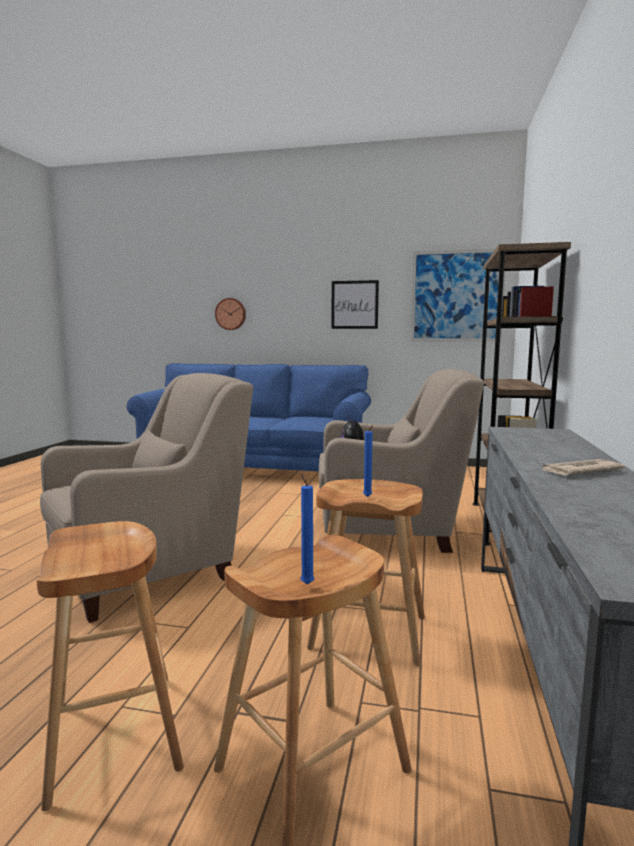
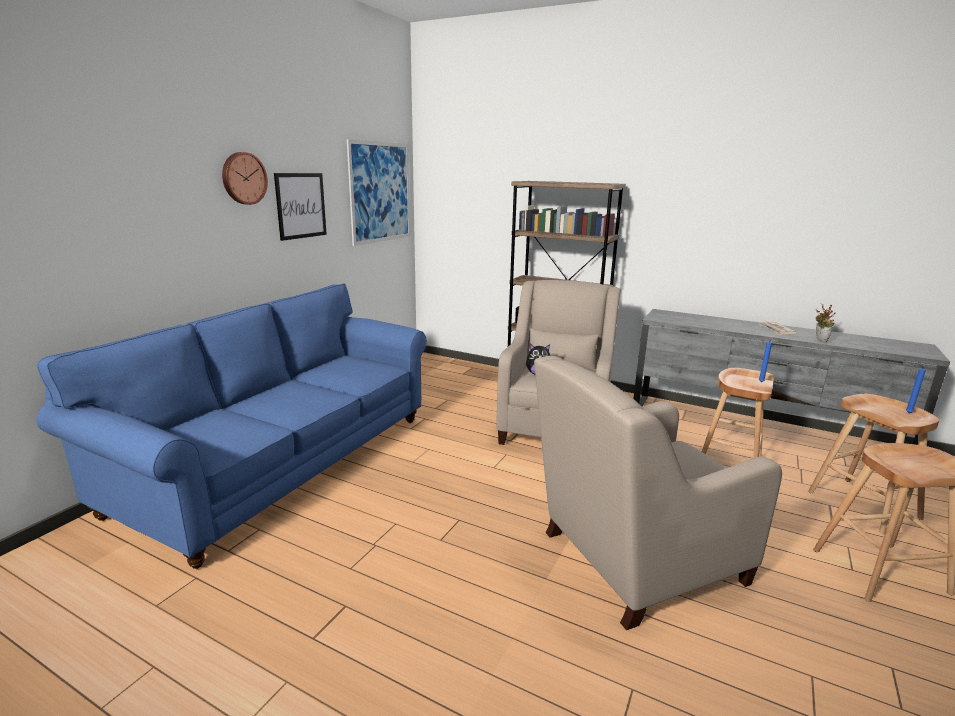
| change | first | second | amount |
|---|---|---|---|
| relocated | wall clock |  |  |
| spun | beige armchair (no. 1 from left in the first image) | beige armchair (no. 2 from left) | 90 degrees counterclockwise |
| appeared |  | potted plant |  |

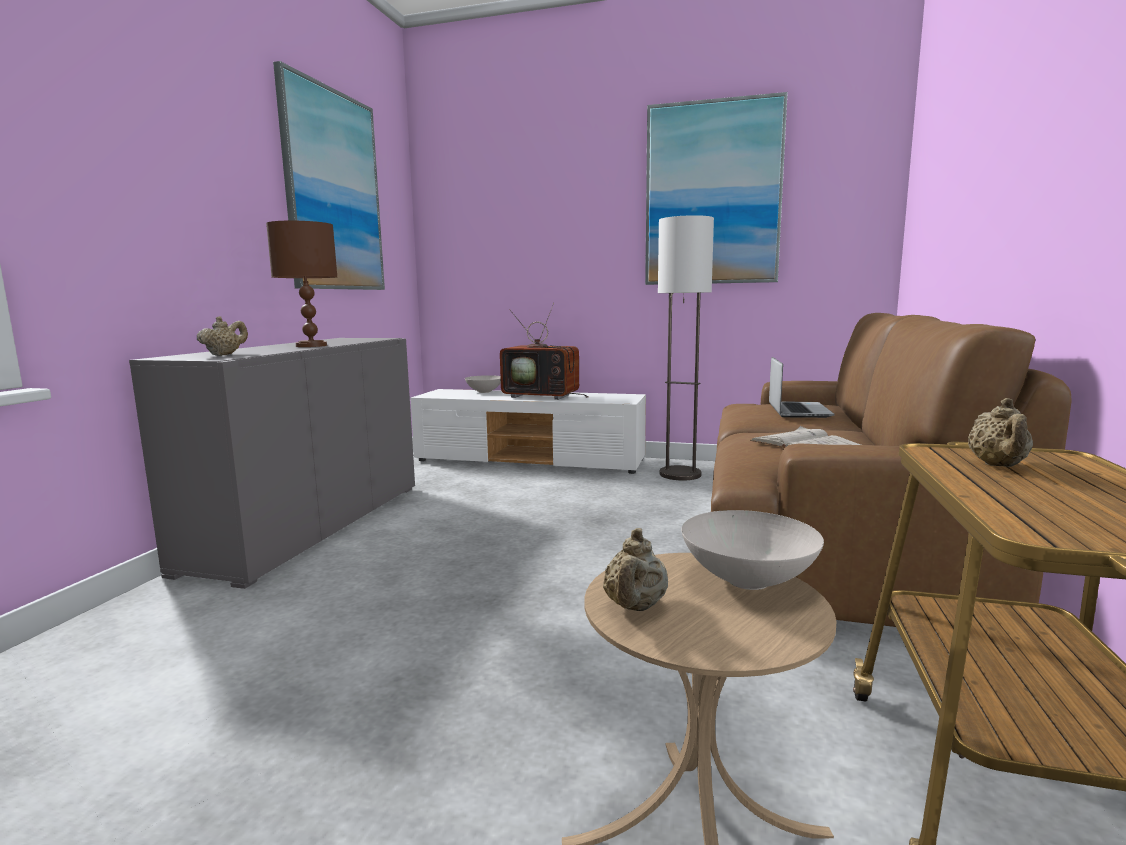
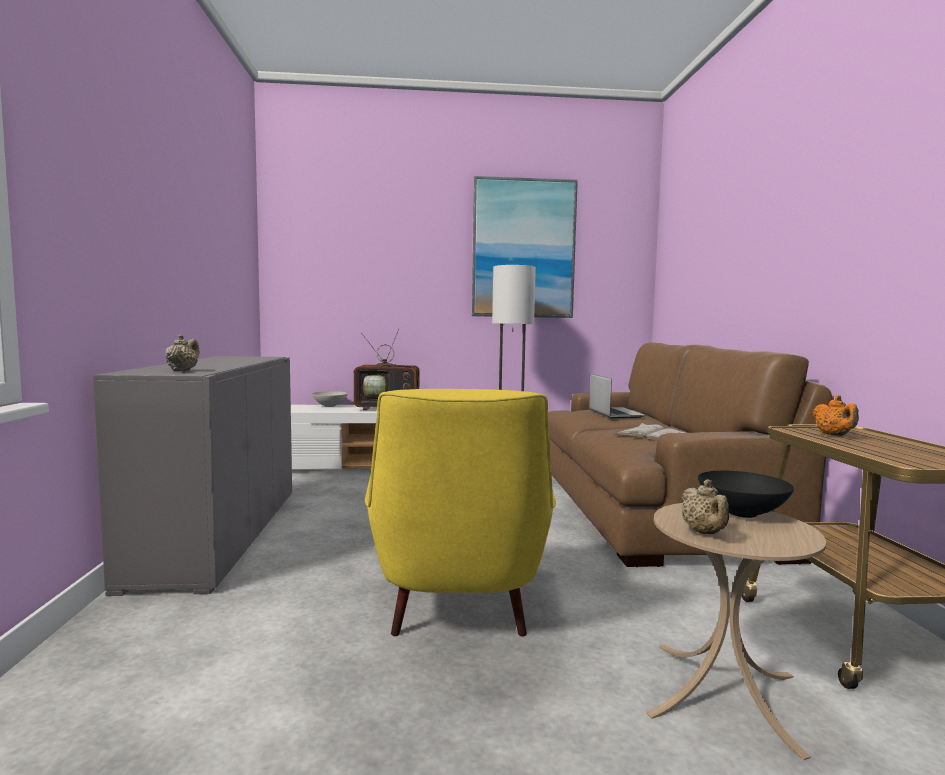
| change | first | second | amount |
|---|---|---|---|
| appeared |  | yellow armchair |  |
| colour | white bowl (no. 2 from left) | black bowl |  |
| colour | beige teapot (no. 3 from left) | orange teapot |  |
| missing | brown table lamp |  |  |
| missing | picture (no. 1 from left) |  |  |

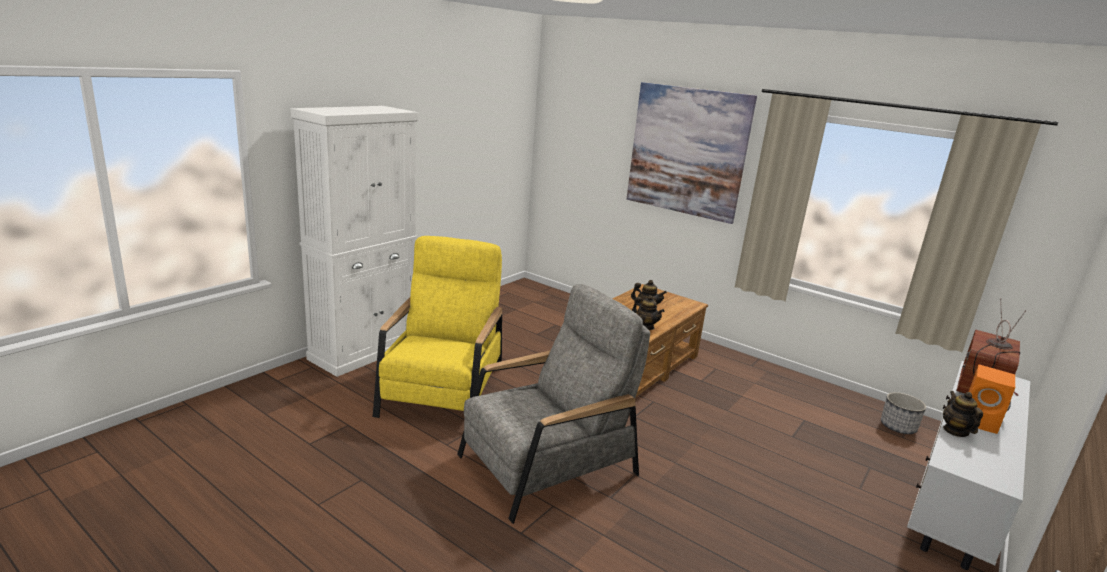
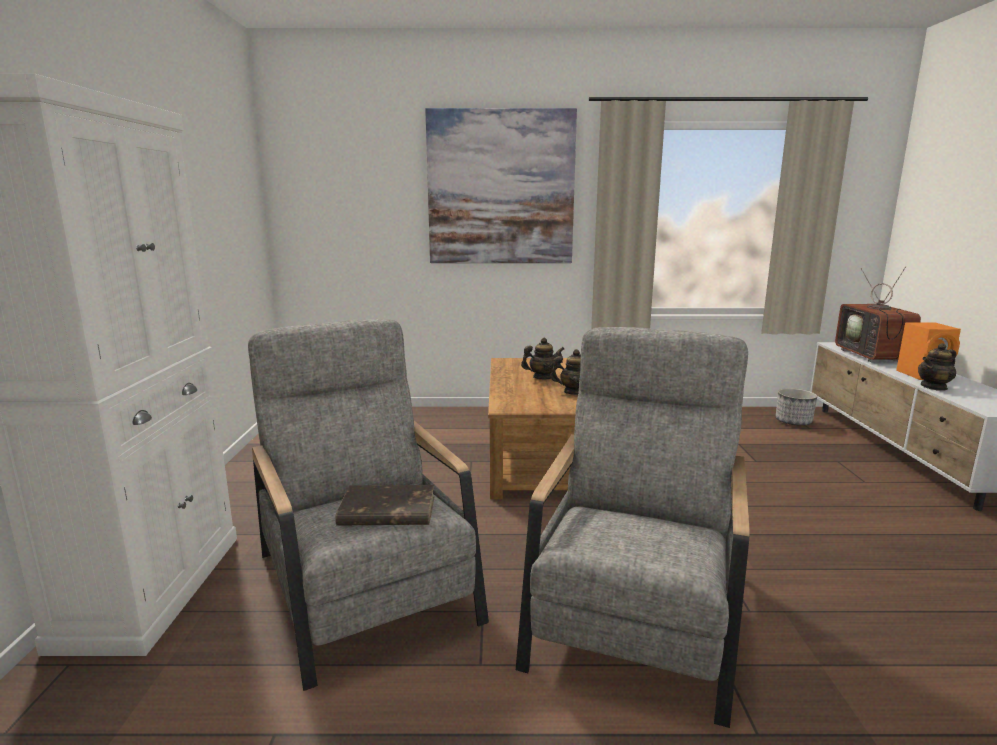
| change | first | second | amount |
|---|---|---|---|
| colour | yellow armchair | grey armchair (no. 1 from left) |  |
| appeared |  | brown book |  |
| spun | teapot (no. 3 from left) |  | 75 degrees counterclockwise |

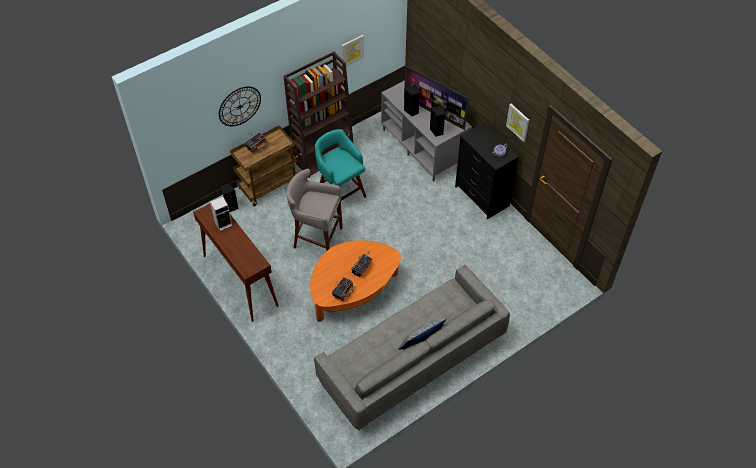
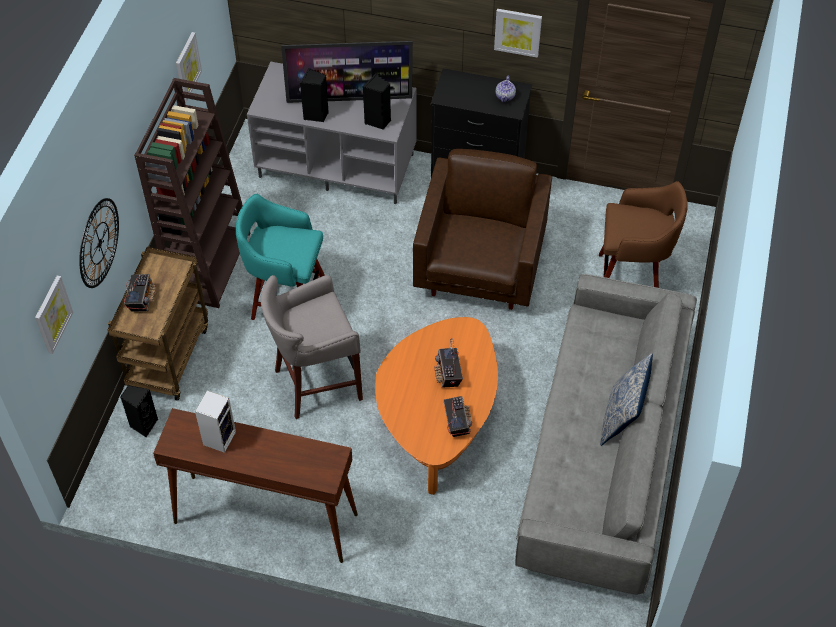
| change | first | second | amount |
|---|---|---|---|
| appeared |  | picture (no. 1 from left) |  |
| appeared |  | brown armchair |  |
| appeared |  | brown stool |  |

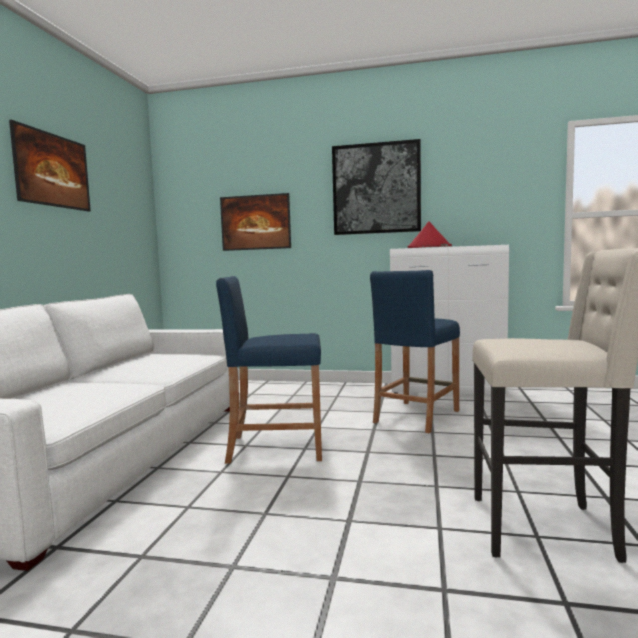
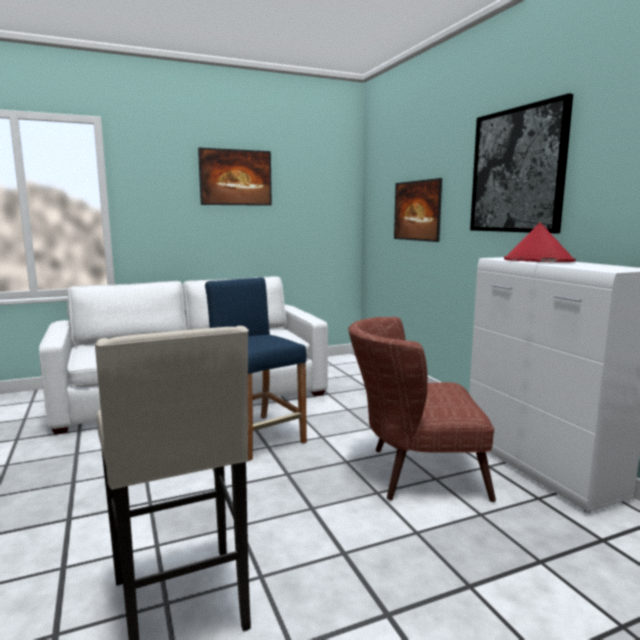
| change | first | second | amount |
|---|---|---|---|
| exchanged | blue stool (no. 2 from left) | brown armchair |  |

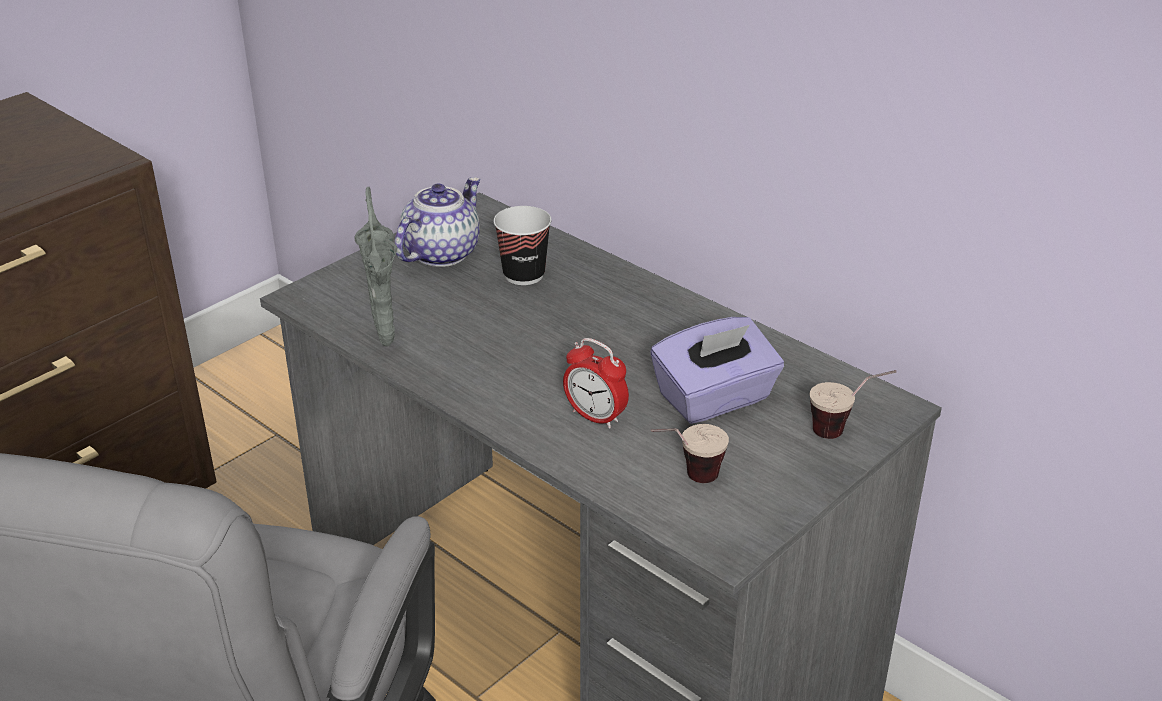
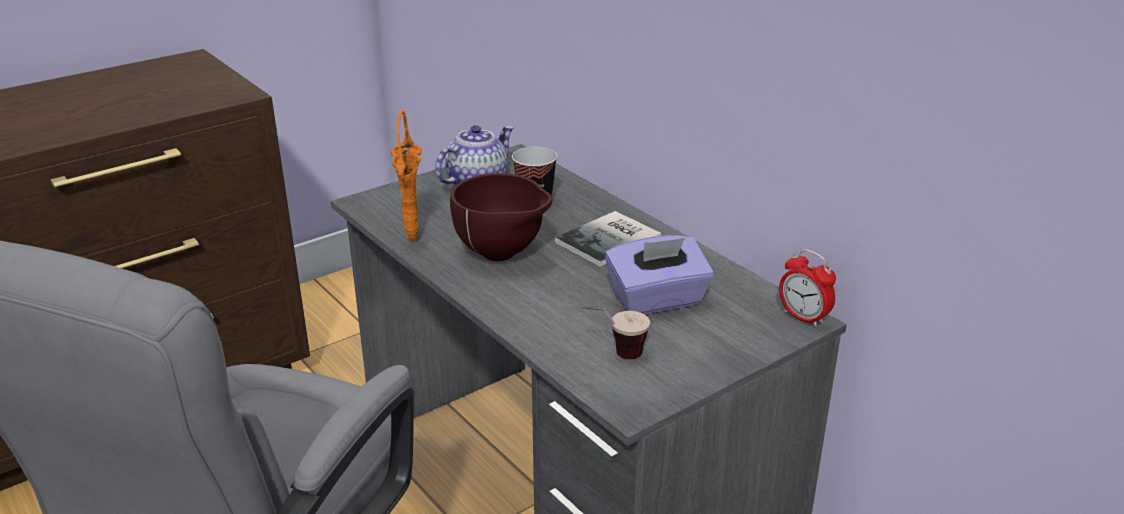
| change | first | second | amount |
|---|---|---|---|
| colour | grey vase | orange vase |  |
| appeared |  | brown bowl |  |
| appeared |  | book |  |
| relocated | alarm clock |  |  |
| missing | cup (no. 3 from left) |  |  |

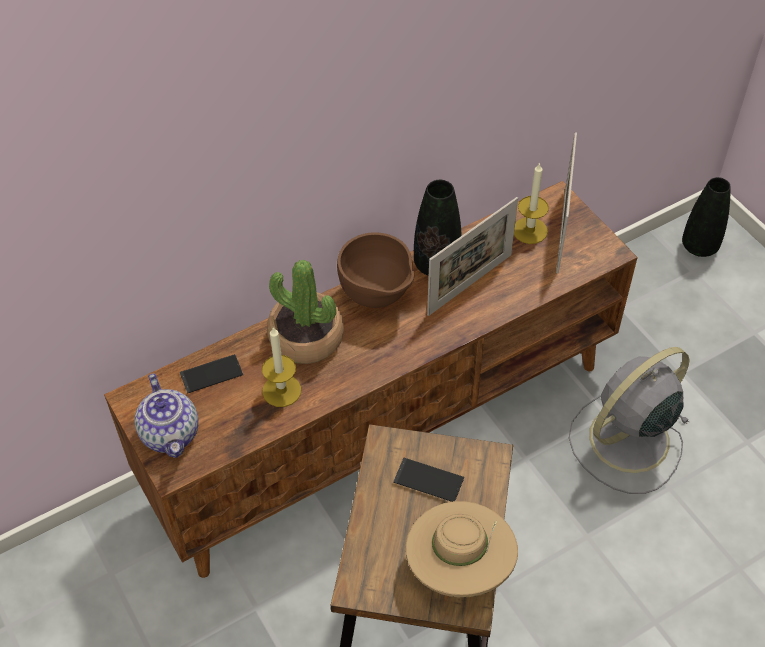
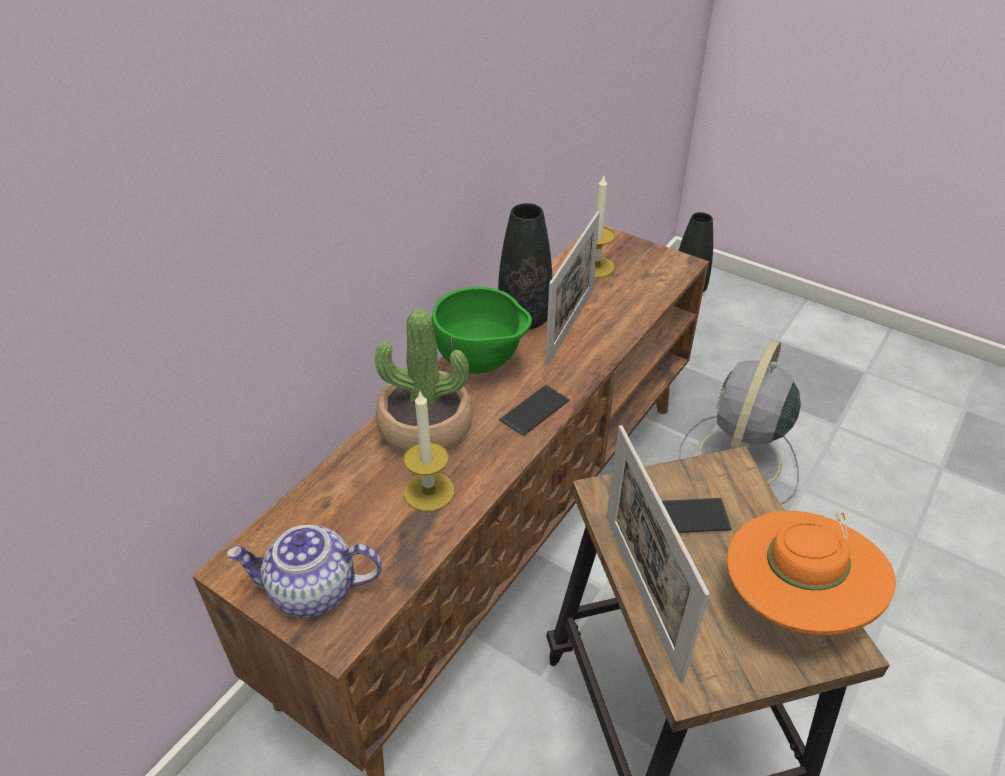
| change | first | second | amount |
|---|---|---|---|
| spun | teapot |  | 135 degrees clockwise |
| colour | brown bowl | green bowl |  |
| relocated | phone (no. 1 from left) |  |  |
| relocated | picture frame (no. 2 from left) |  |  |
| colour | beige hat | orange hat |  |

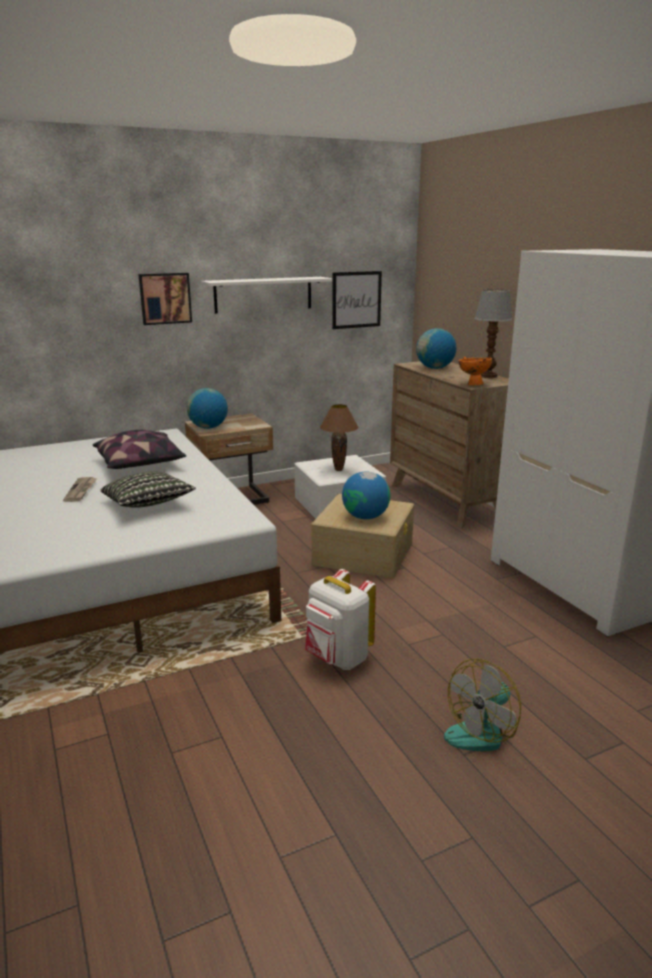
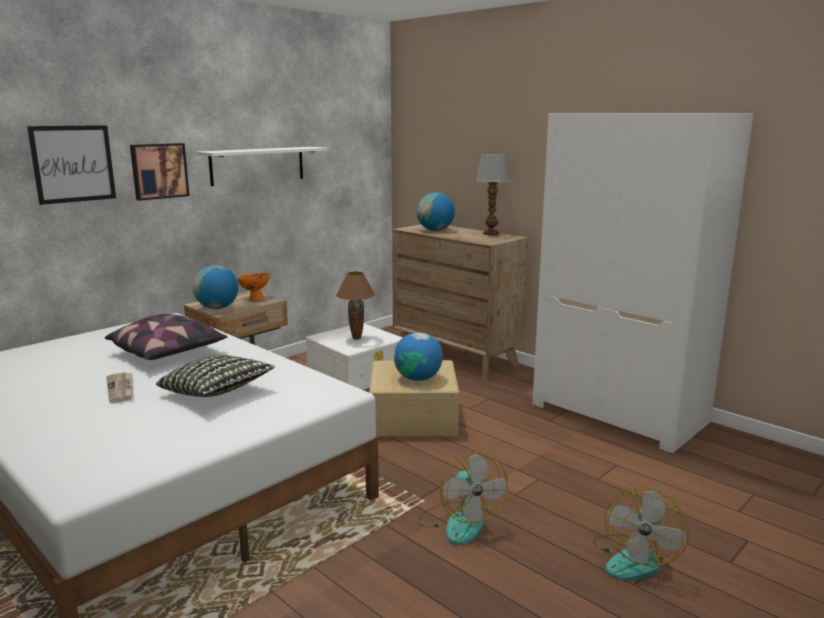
| change | first | second | amount |
|---|---|---|---|
| relocated | picture (no. 2 from left in the first image) | picture (no. 1 from left) |  |
| relocated | orange bowl |  |  |
| exchanged | white backpack | fan (no. 1 from left) |  |

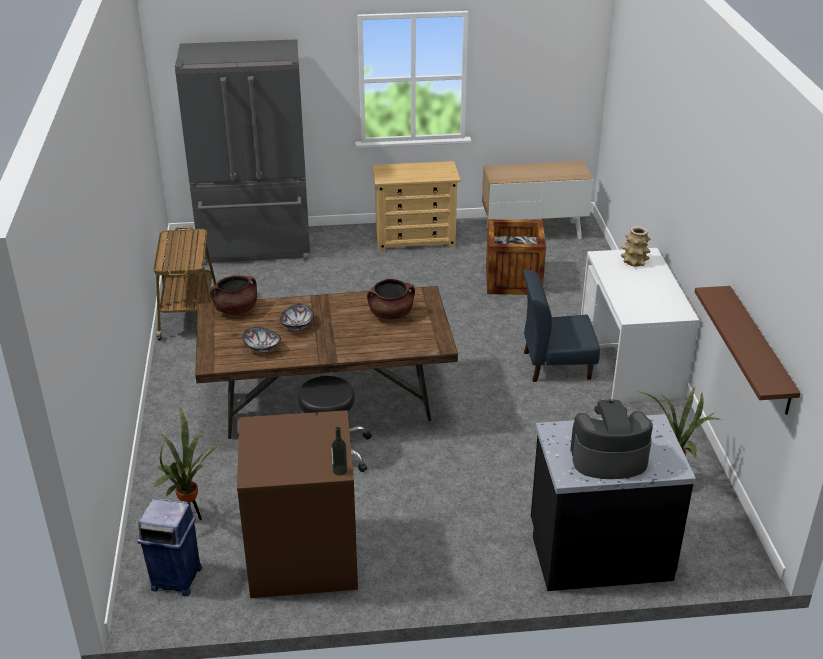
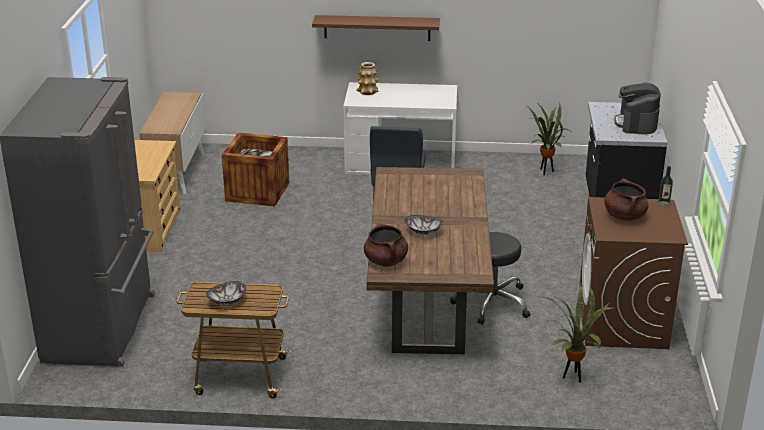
| change | first | second | amount |
|---|---|---|---|
| relocated | bowl (no. 1 from left) |  |  |
| relocated | brown shelf |  |  |
| relocated | brown cooking pot (no. 2 from left) |  |  |
| missing | blue trash can |  |  |

